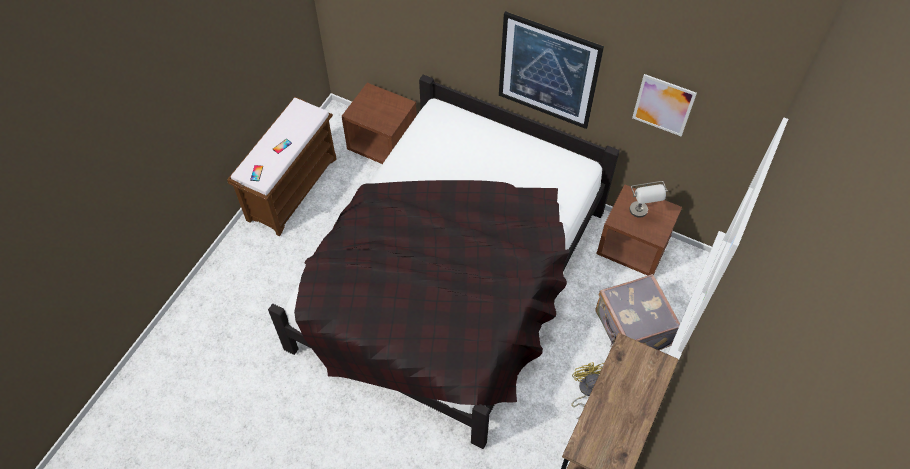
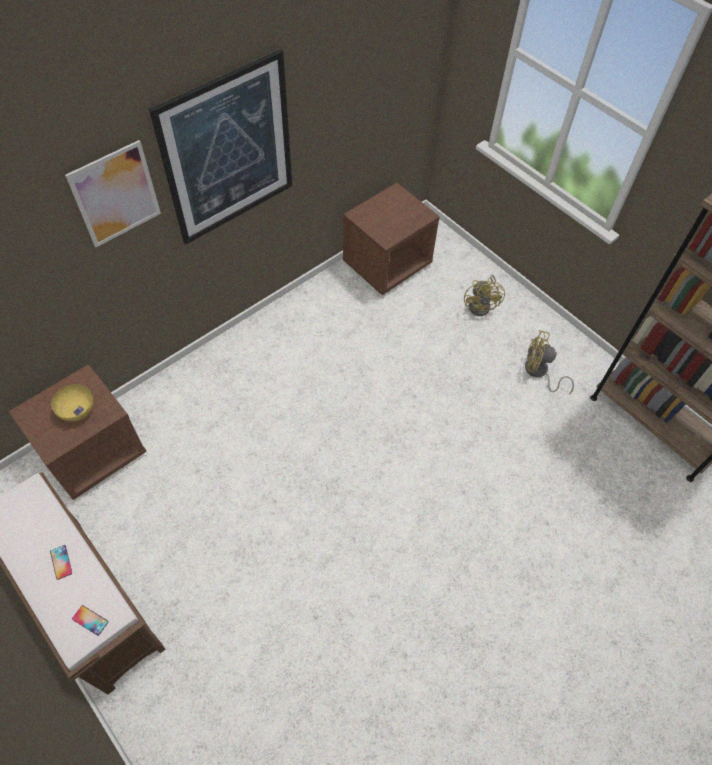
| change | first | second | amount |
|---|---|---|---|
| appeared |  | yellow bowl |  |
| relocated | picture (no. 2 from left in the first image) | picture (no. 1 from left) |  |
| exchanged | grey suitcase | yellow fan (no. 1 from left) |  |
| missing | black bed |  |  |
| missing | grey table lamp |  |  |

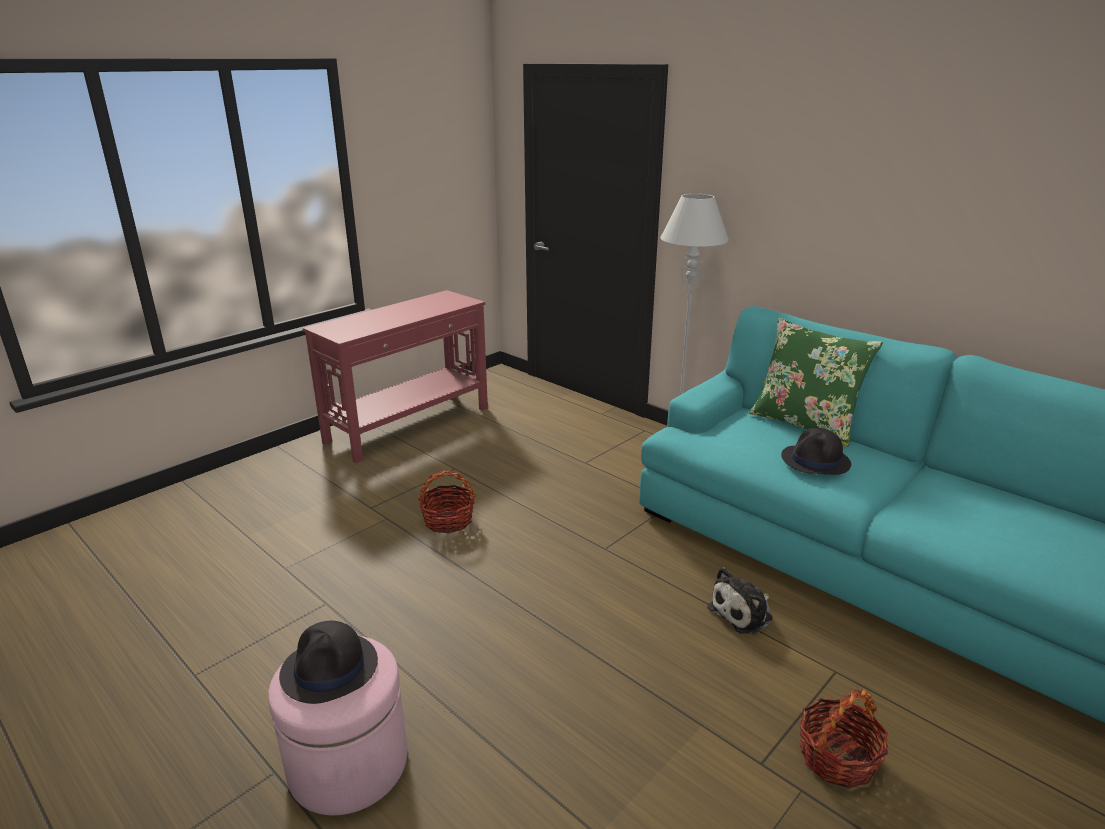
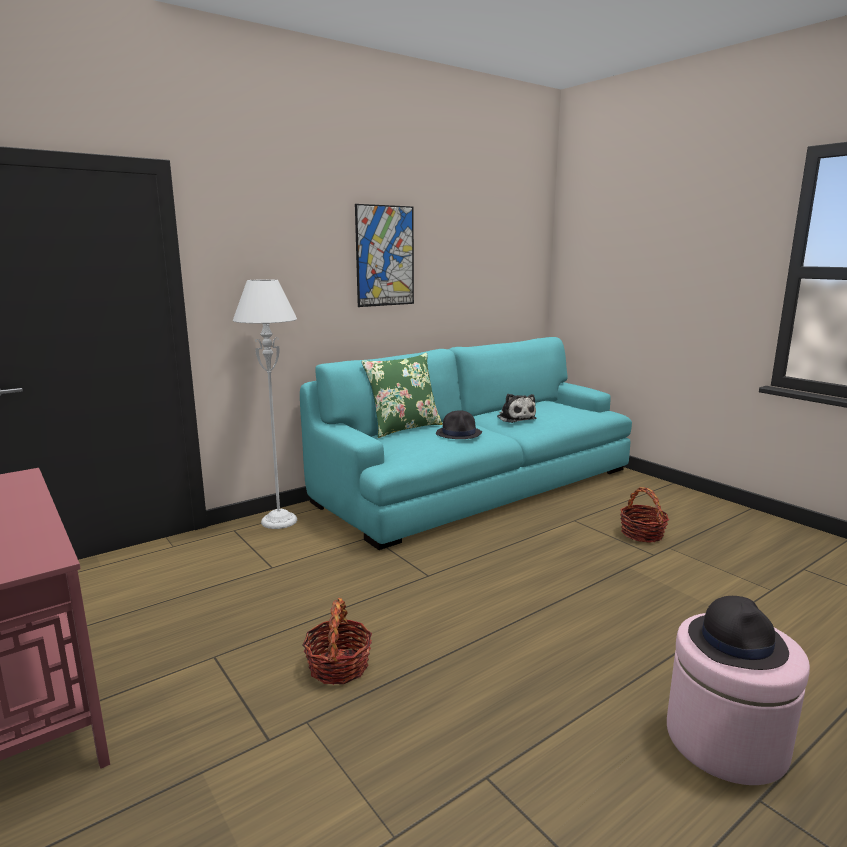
| change | first | second | amount |
|---|---|---|---|
| appeared |  | picture |  |
| relocated | plush toy |  |  |

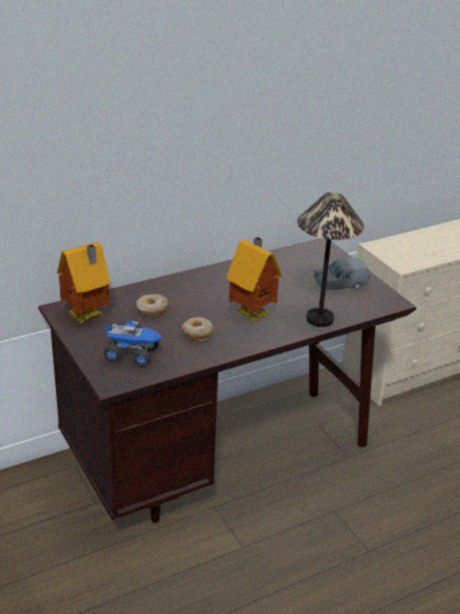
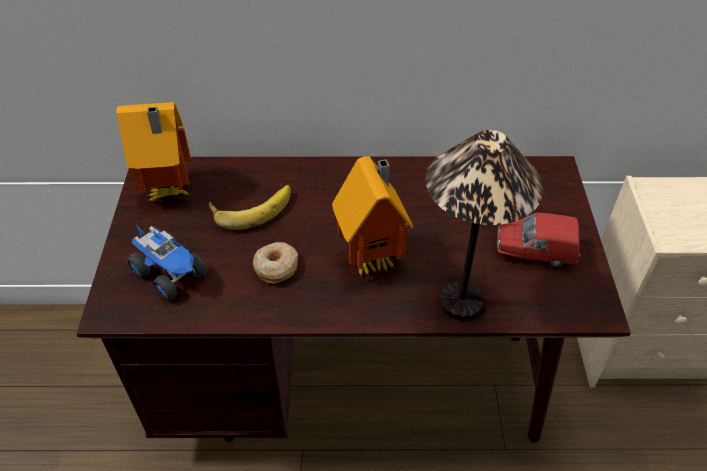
| change | first | second | amount |
|---|---|---|---|
| exchanged | donut (no. 1 from left) | banana |  |
| colour | grey toy car | red toy car |  |

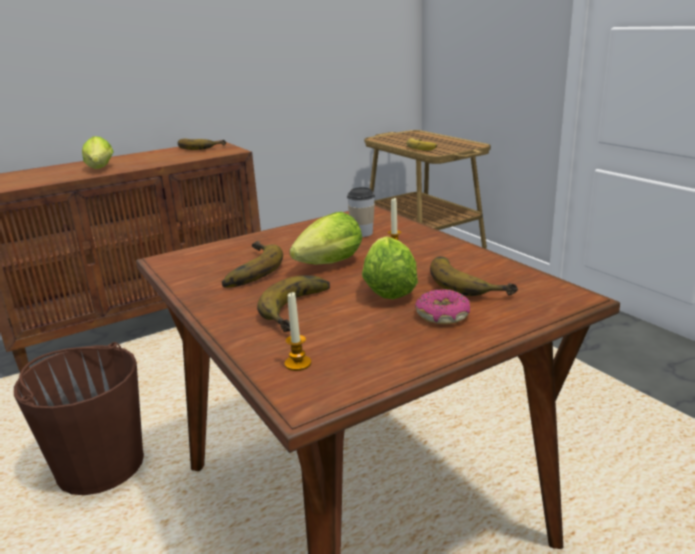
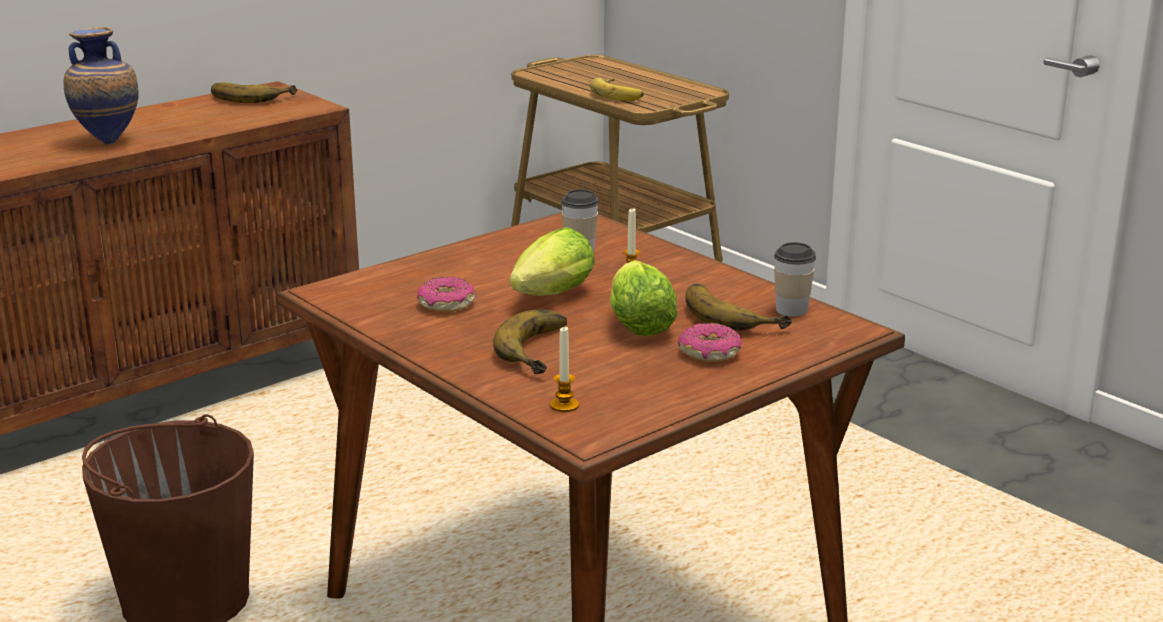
| change | first | second | amount |
|---|---|---|---|
| exchanged | lettuce (no. 1 from left) | vase |  |
| exchanged | banana (no. 2 from left) | donut (no. 1 from left) |  |
| appeared |  | cup (no. 2 from left) |  |

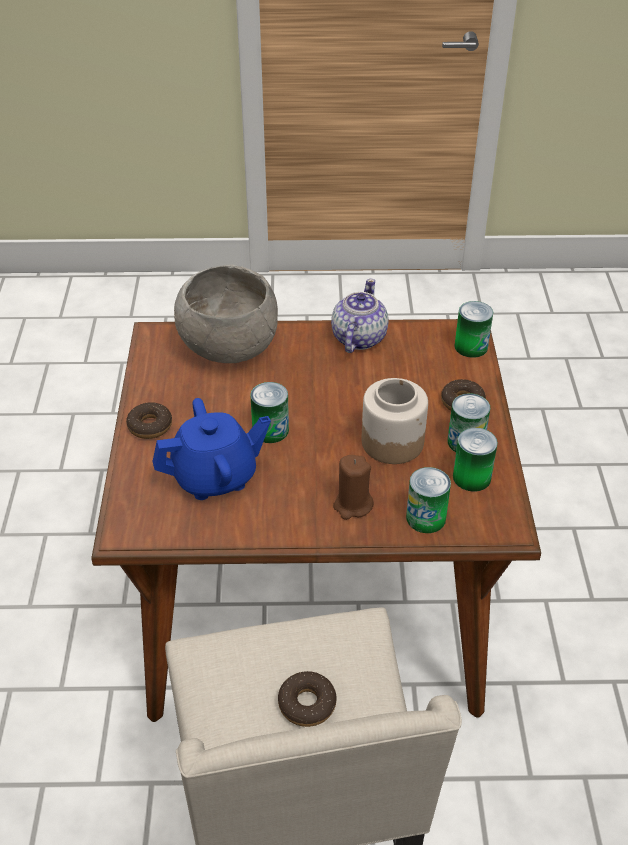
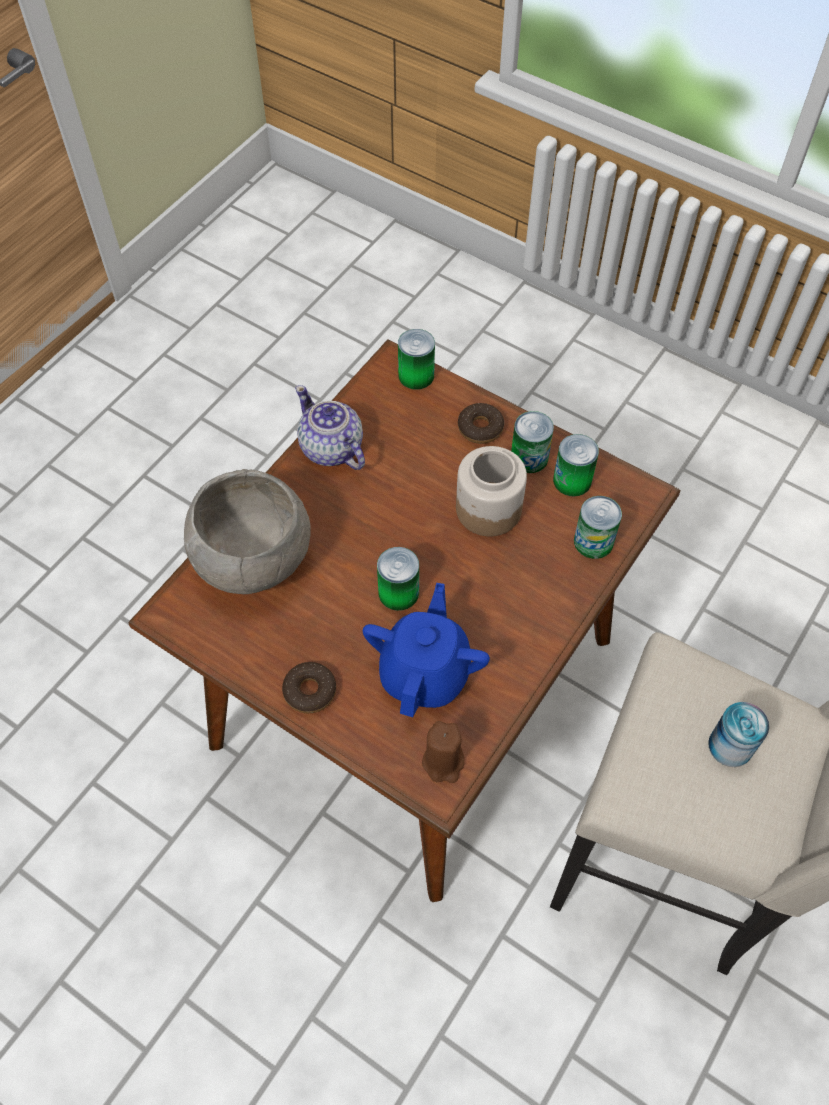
| change | first | second | amount |
|---|---|---|---|
| relocated | brown candle |  |  |
| exchanged | donut (no. 2 from left) | can (no. 6 from left) |  |

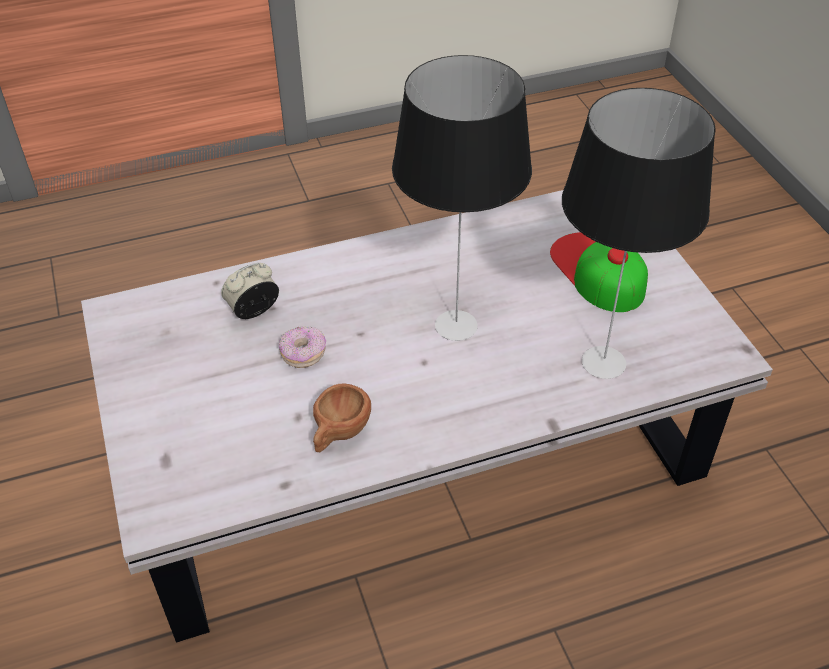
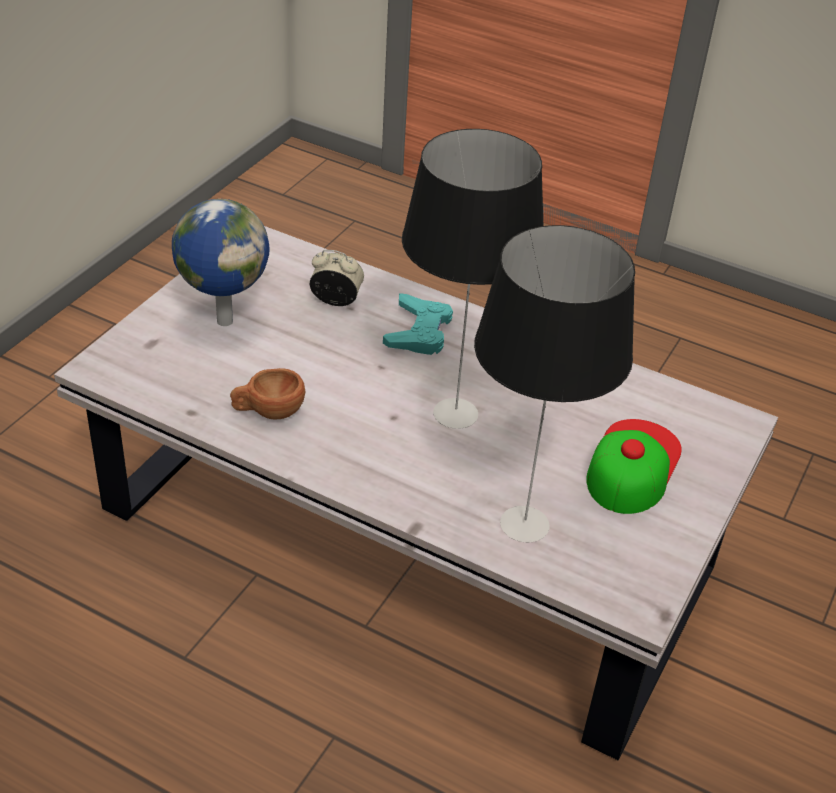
| change | first | second | amount |
|---|---|---|---|
| appeared |  | globe |  |
| appeared |  | turquoise game controller |  |
| missing | donut |  |  |

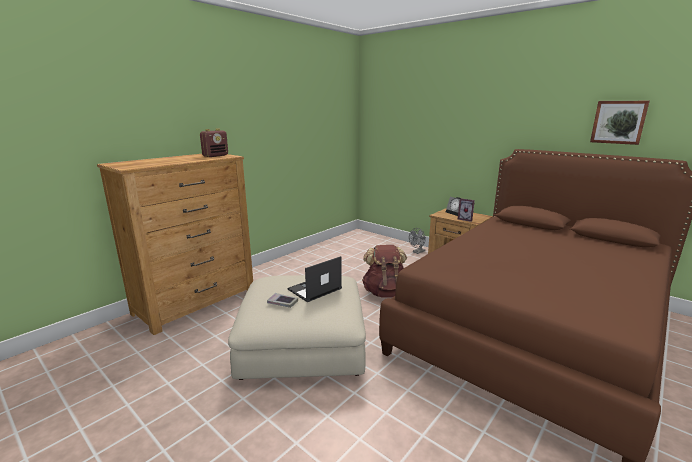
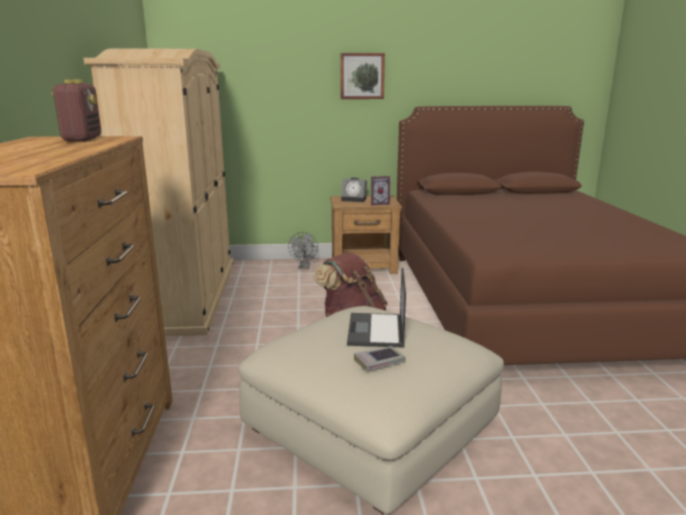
| change | first | second | amount |
|---|---|---|---|
| appeared |  | beige wardrobe |  |
| relocated | picture |  |  |

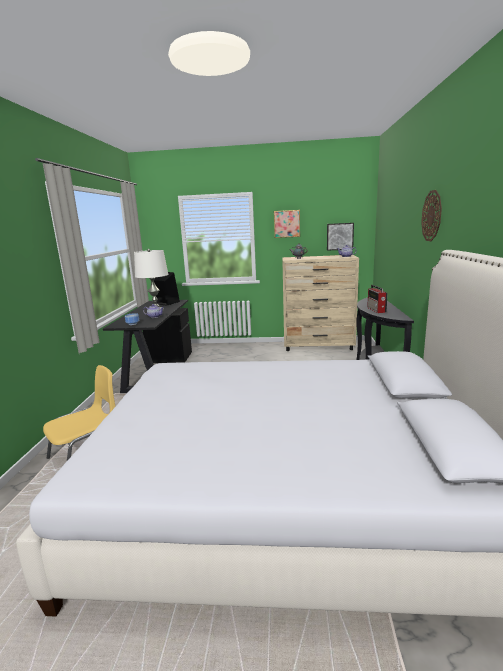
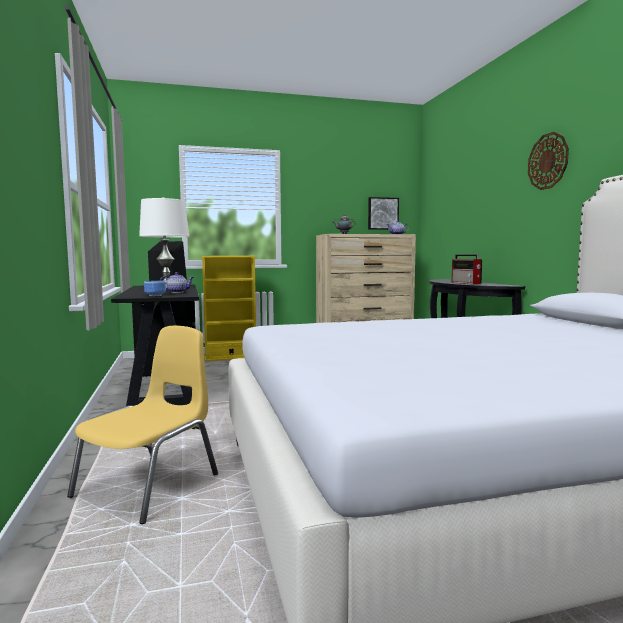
| change | first | second | amount |
|---|---|---|---|
| appeared |  | yellow bookcase |  |
| missing | picture (no. 1 from left) |  |  |

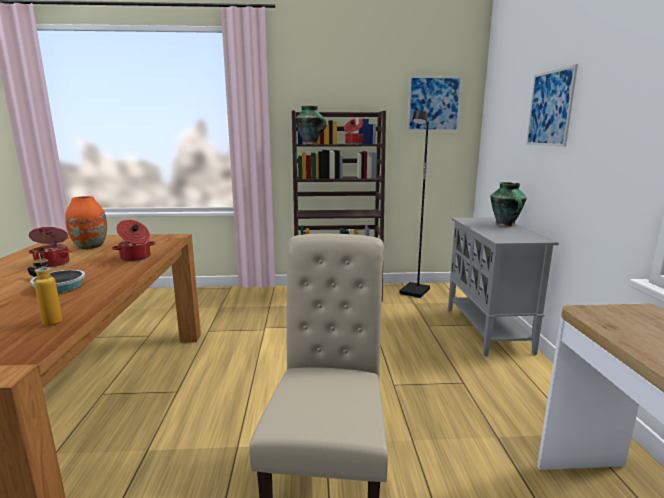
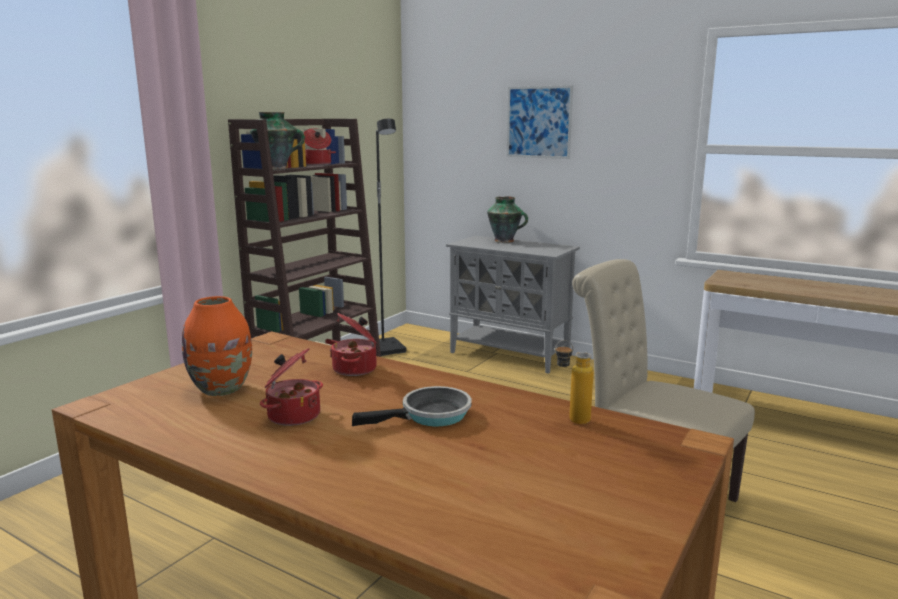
| change | first | second | amount |
|---|---|---|---|
| missing | picture (no. 1 from left) |  |  |

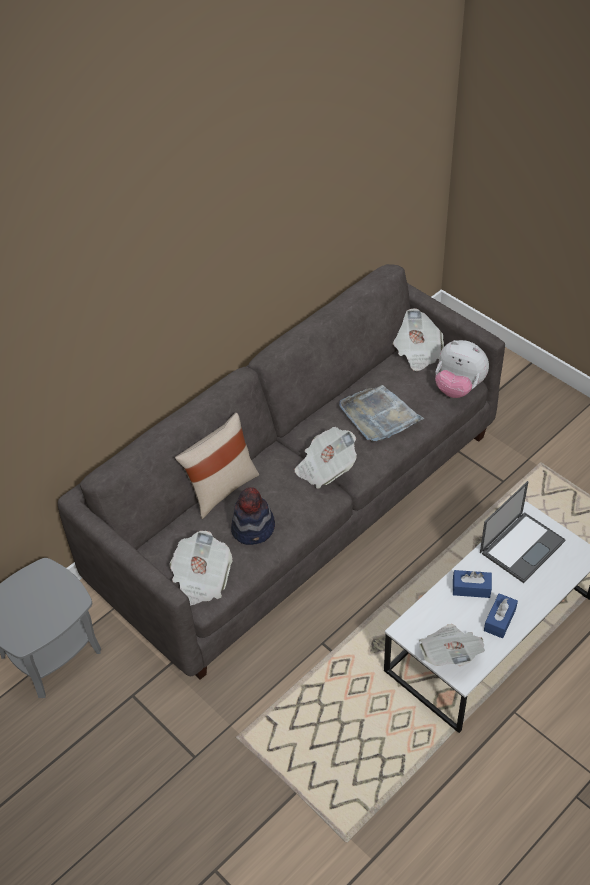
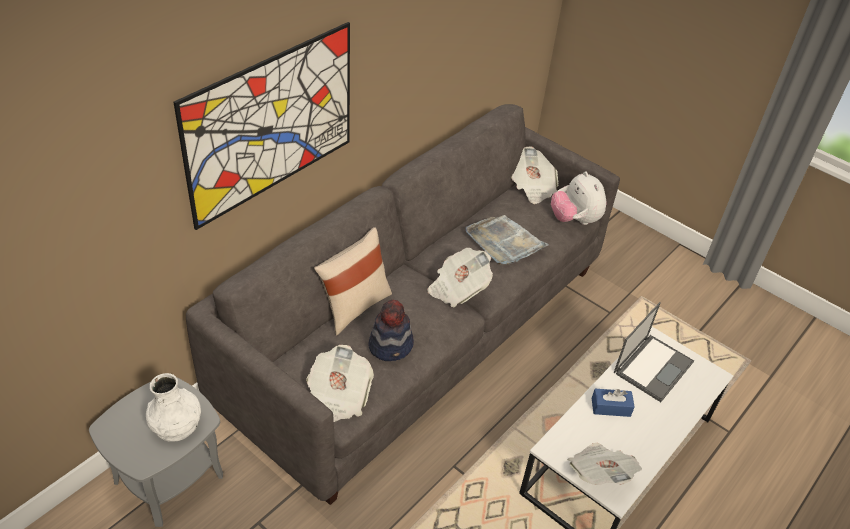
| change | first | second | amount |
|---|---|---|---|
| appeared |  | white vase |  |
| appeared |  | picture |  |
| spun | plush toy |  | 45 degrees clockwise |
| missing | blue tissue box (no. 2 from left) |  |  |

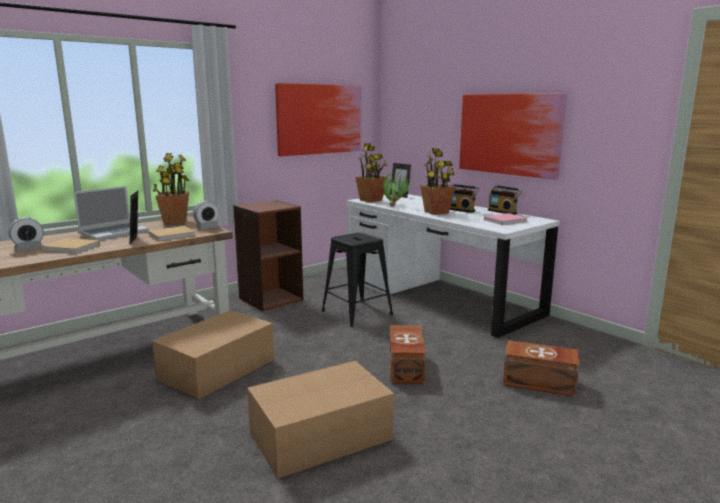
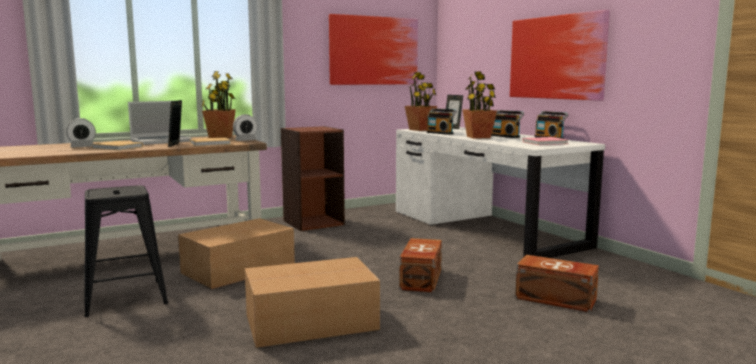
| change | first | second | amount |
|---|---|---|---|
| relocated | black stool |  |  |
| exchanged | potted plant (no. 3 from left) | radio (no. 1 from left) |  |

